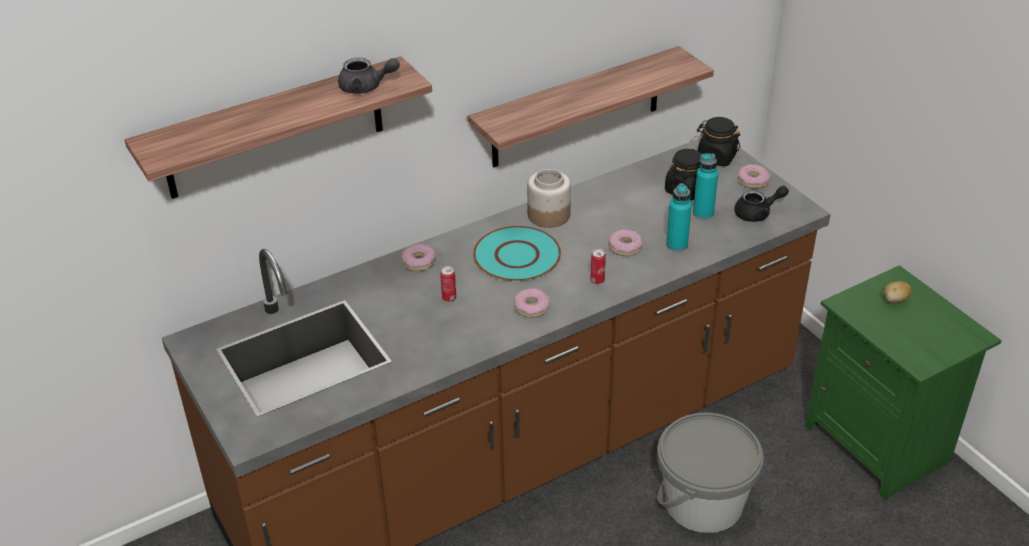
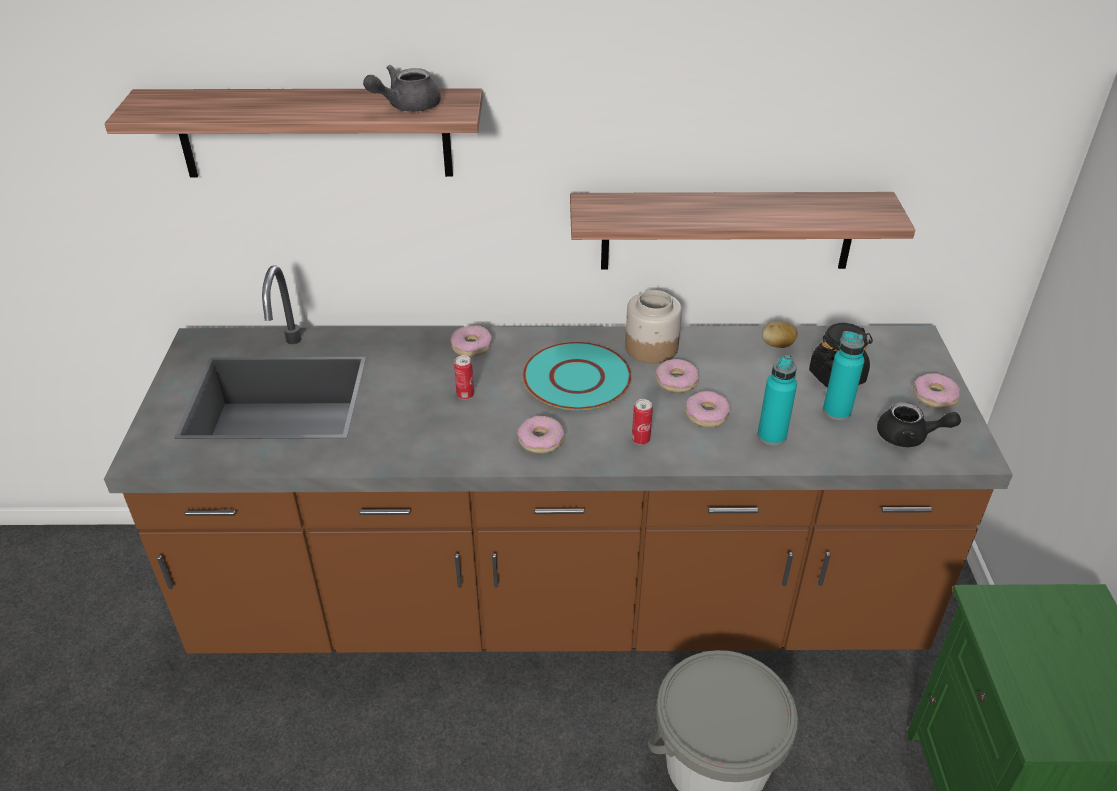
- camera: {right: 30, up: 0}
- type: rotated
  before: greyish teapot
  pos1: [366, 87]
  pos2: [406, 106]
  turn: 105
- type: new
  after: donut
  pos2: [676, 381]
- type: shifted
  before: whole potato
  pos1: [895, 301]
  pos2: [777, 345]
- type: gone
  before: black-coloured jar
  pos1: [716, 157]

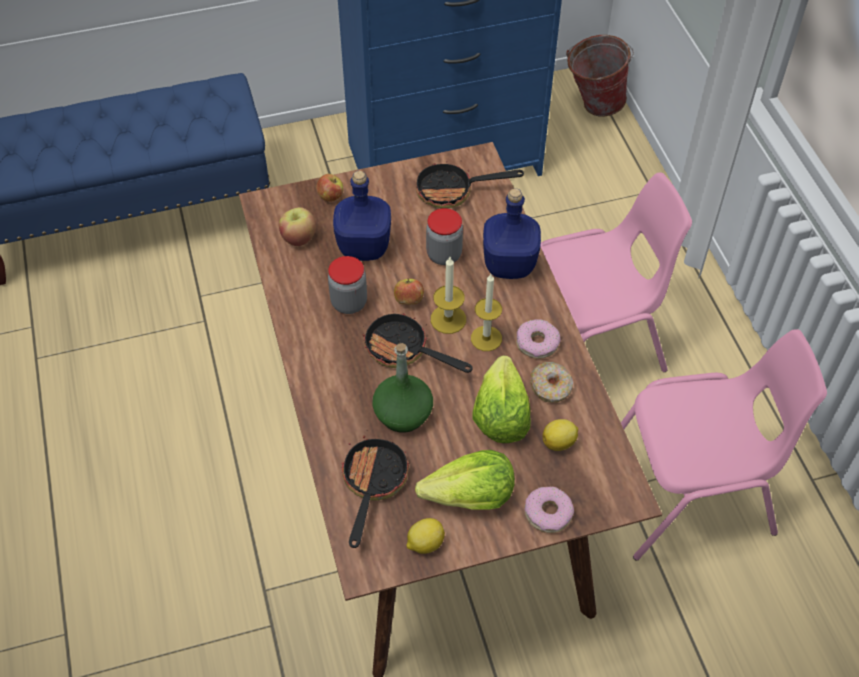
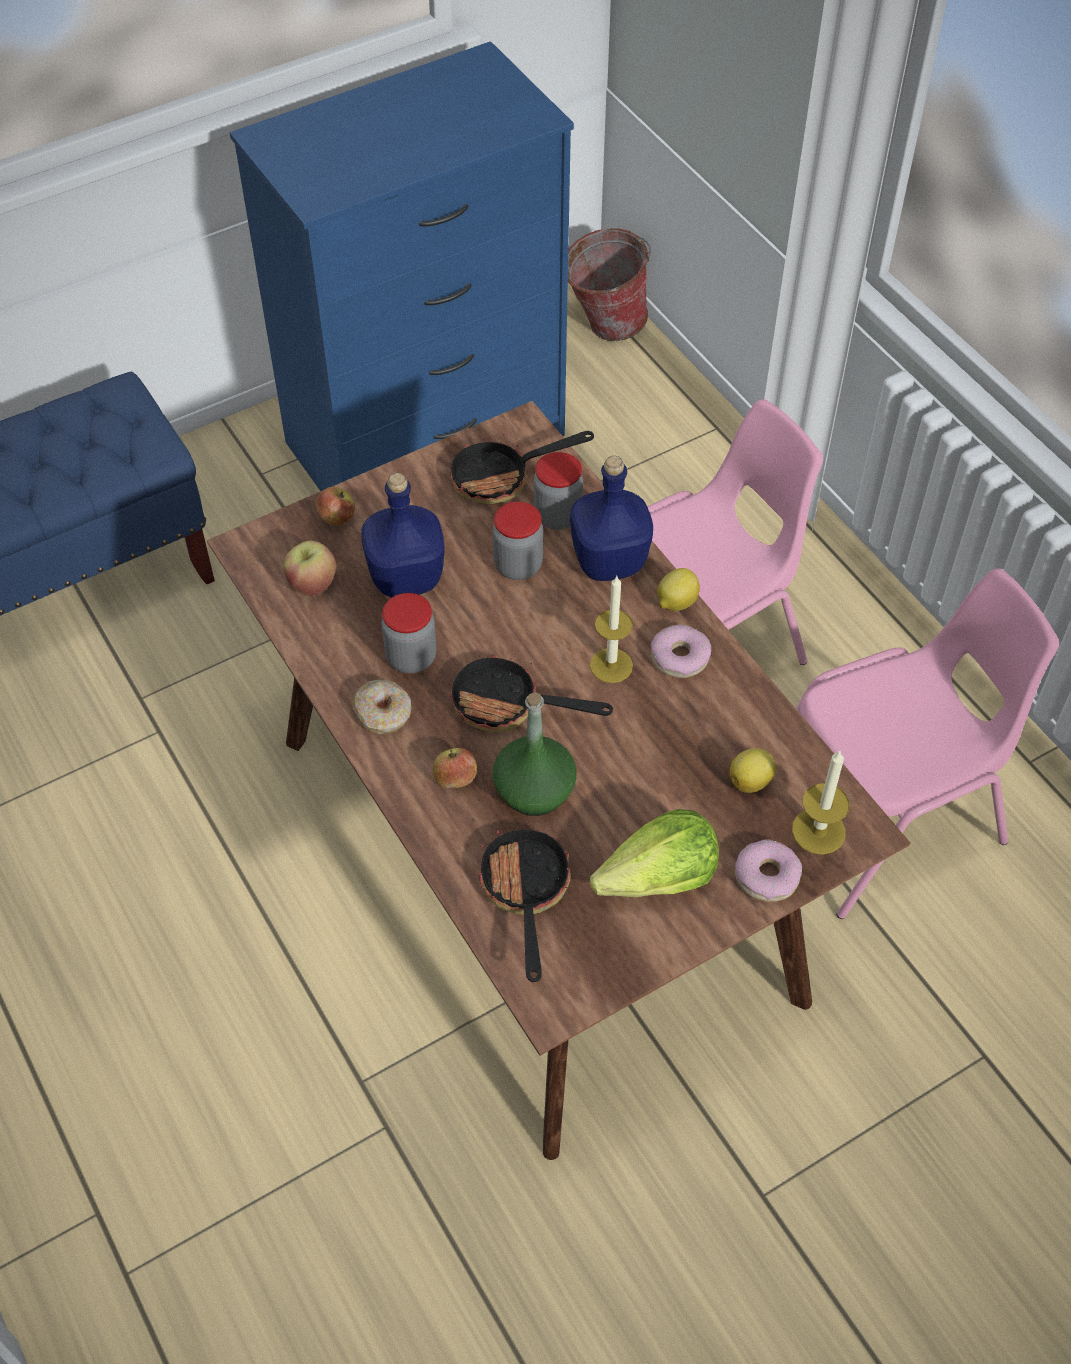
- camera: {right: -15, up: 0}
- type: shifted
  before: donut
  pos1: [551, 387]
  pos2: [383, 713]
- type: shifted
  before: apple
  pos1: [409, 300]
  pos2: [455, 779]
- type: new
  after: jar
  pos2: [557, 516]
- type: shifted
  before: citrus fruit
  pos1: [424, 543]
  pos2: [676, 602]
- type: shifted
  before: wax candle
  pos1: [448, 319]
  pos2: [818, 831]
- type: gone
  before: head of lettuce
  pos1: [500, 415]

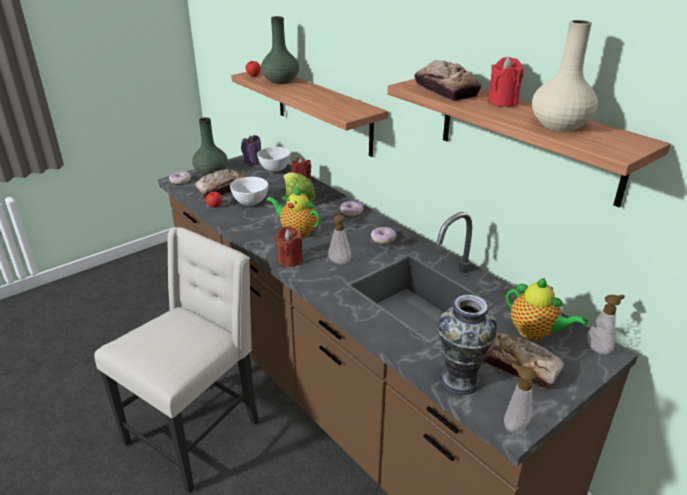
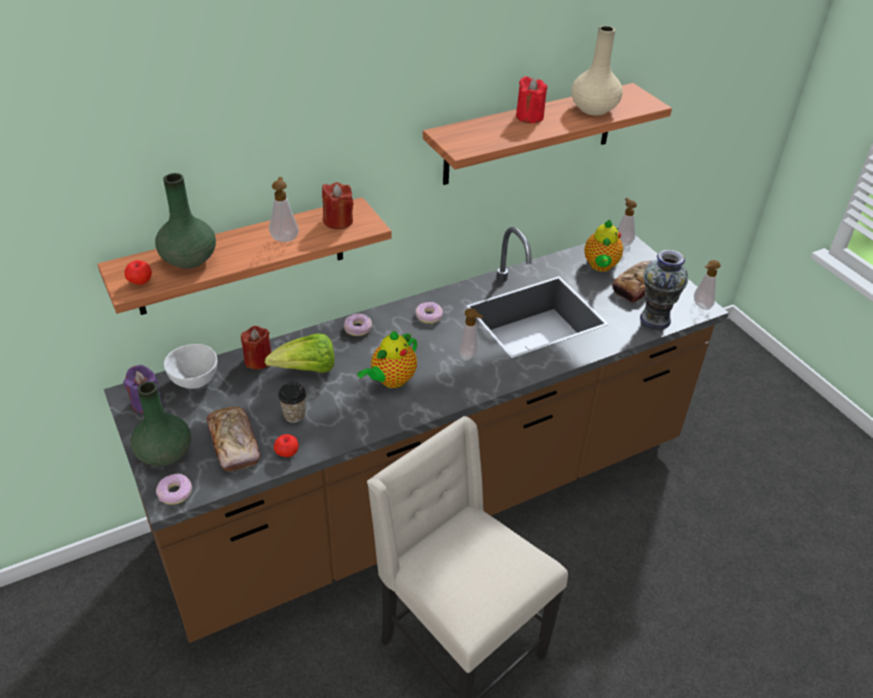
- camera: {right: -80, up: 10}
- type: new
  after: soap bottle
  pos2: [285, 238]
- type: swapped
  before: white-coloured deep dish
  after: cup
  pos1: [251, 203]
  pos2: [294, 415]
- type: shifted
  before: reddish wax candle
  pos1: [290, 260]
  pos2: [338, 221]
- type: rotated
  before: teapot
  pos1: [535, 333]
  pos2: [600, 266]
  turn: 135
- type: gone
  before: baked bread
  pos1: [445, 90]

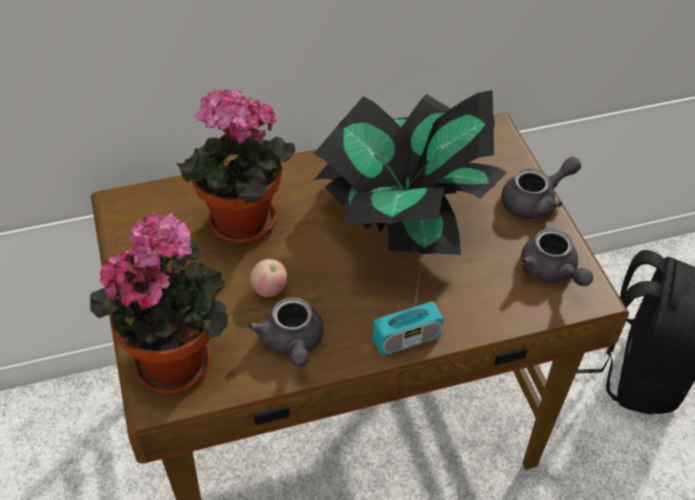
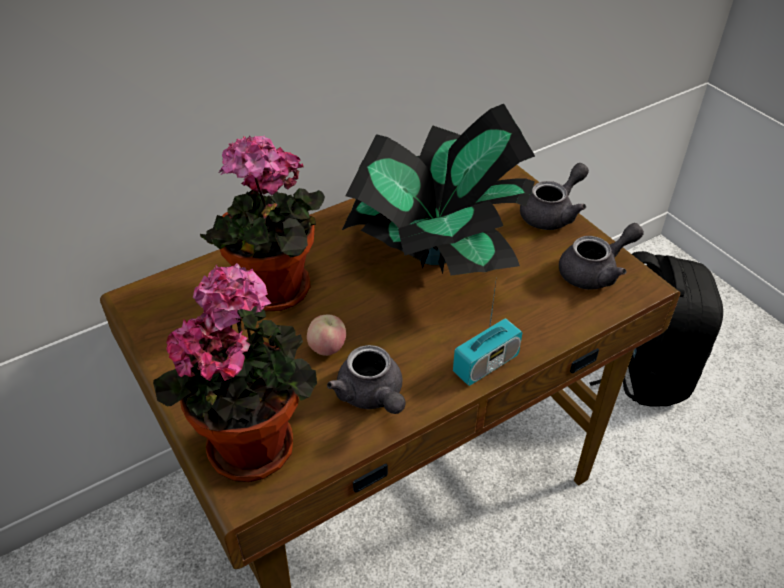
- camera: {right: -15, up: -5}
- type: rotated
  before: greyish teapot
  pos1: [551, 272]
  pos2: [595, 272]
  turn: -75

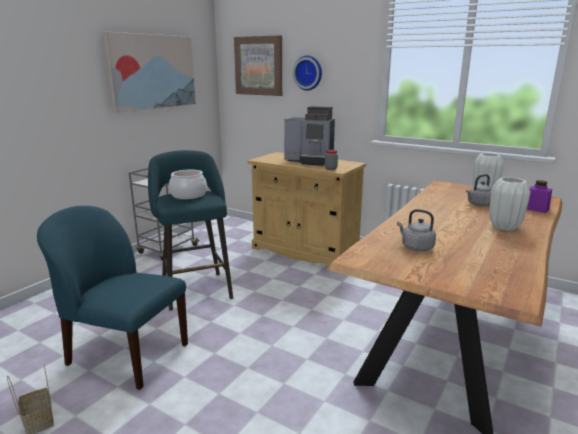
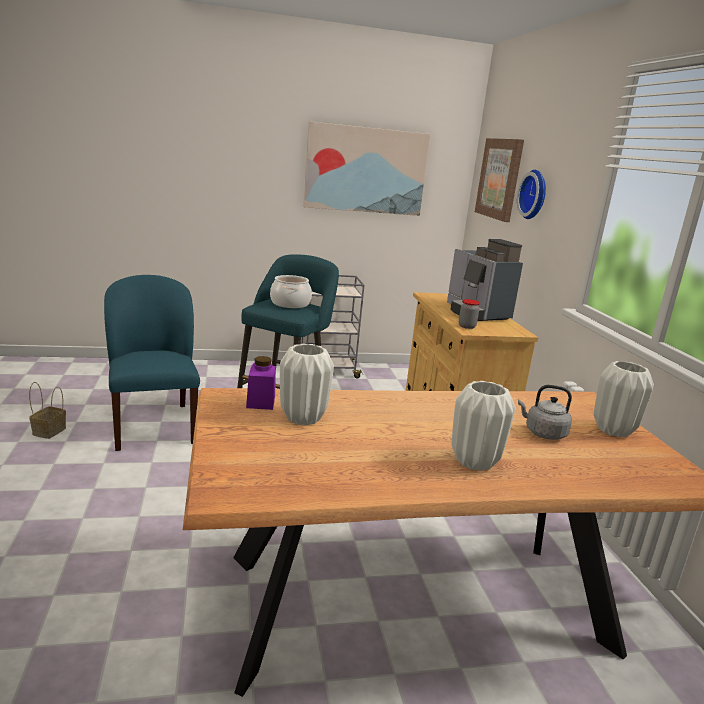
- camera: {right: 45, up: 0}
- type: shifted
  before: purple jar
  pos1: [536, 209]
  pos2: [261, 402]
- type: swapped
  before: greyish kettle
  after: white-coloured vase
  pos1: [415, 247]
  pos2: [302, 418]

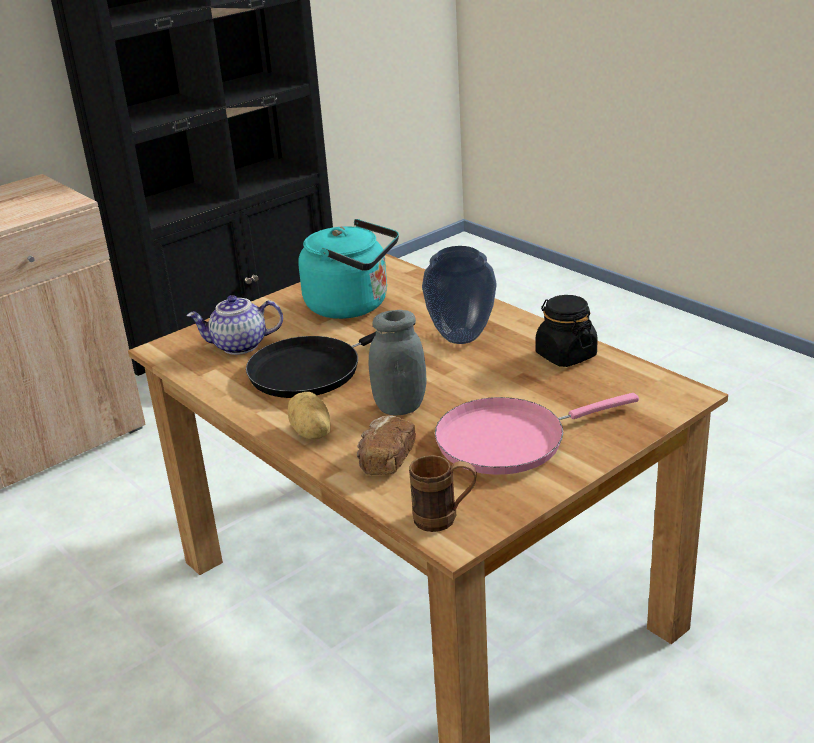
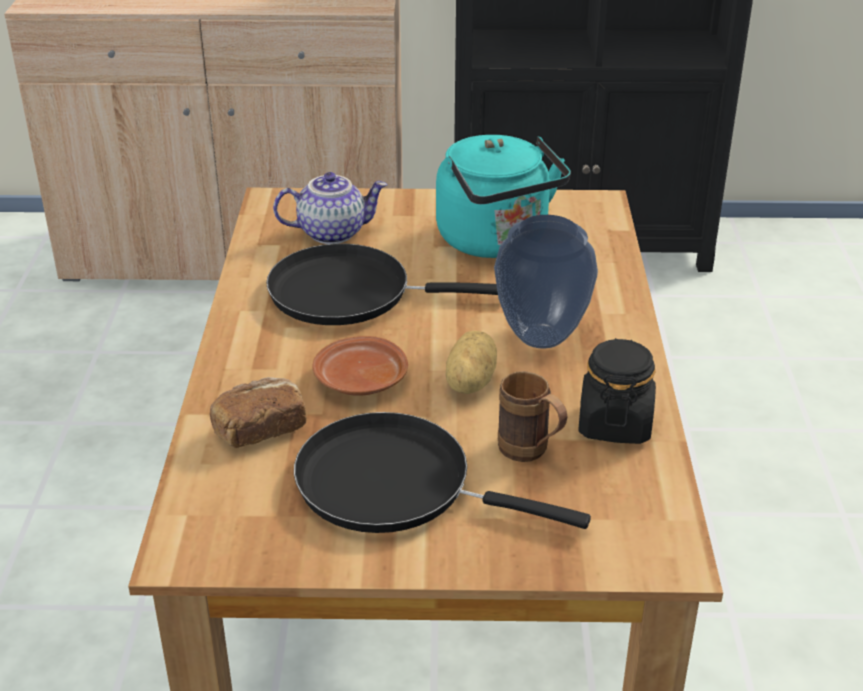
- camera: {right: 40, up: 5}
- type: rotated
  before: teapot
  pos1: [239, 346]
  pos2: [332, 232]
  turn: 135
- type: repainted
  before: pink-coloured frying pan
  after: black-coloured frying pan
  pos1: [509, 440]
  pos2: [395, 484]
- type: swapped
  before: greyish jar
  after: brown-coloured flat dish
  pos1: [400, 407]
  pos2: [360, 381]
- type: shifted
  before: whole potato
  pos1: [310, 433]
  pos2: [468, 382]
- type: shifted
  before: brown-coloured tea mug
  pos1: [445, 520]
  pos2: [531, 453]

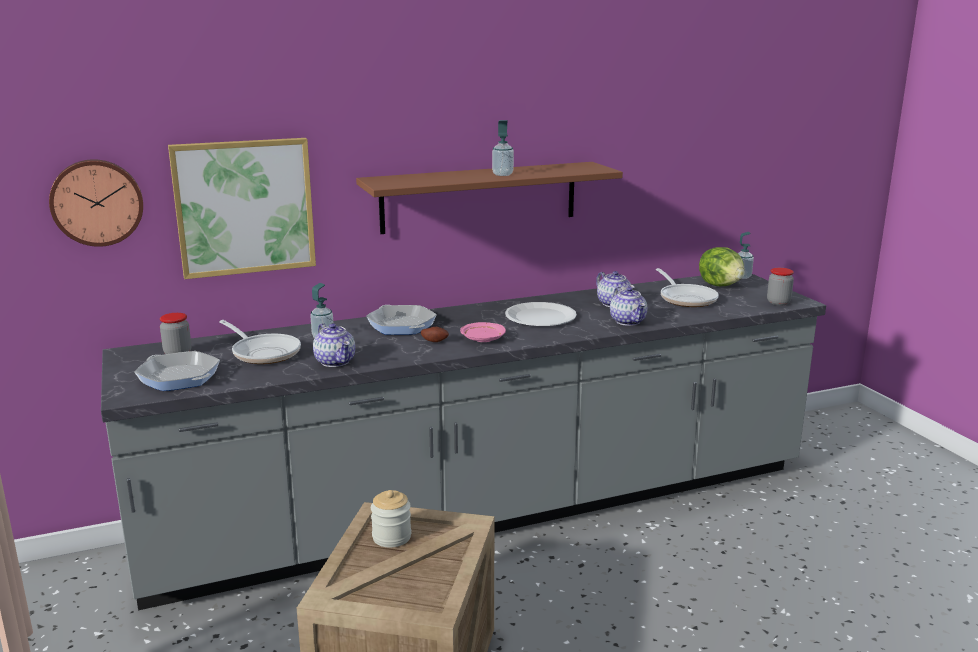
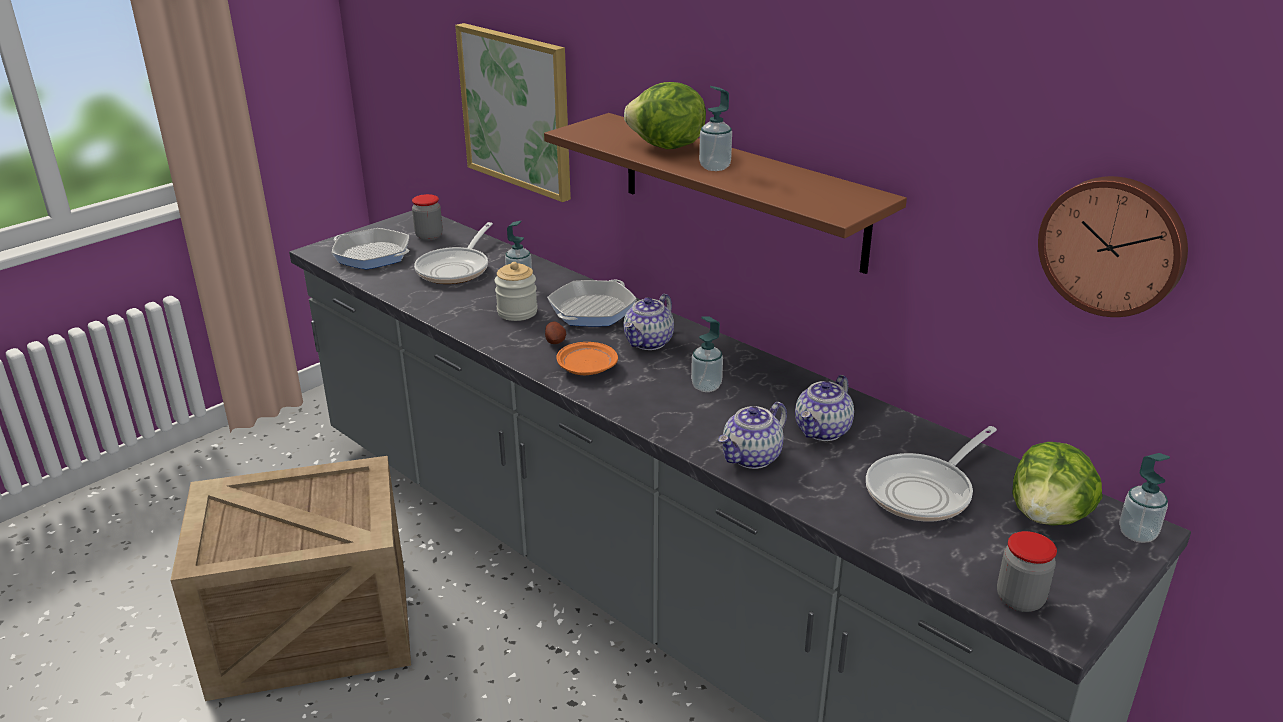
- camera: {right: 65, up: 10}
- type: rotated
  before: frying pan
  pos1: [179, 377]
  pos2: [372, 255]
  turn: -75
- type: shifted
  before: jar
  pos1: [391, 537]
  pos2: [517, 312]
- type: repainted
  before: pink-coloured flat dish
  after: orange flat dish
  pos1: [482, 339]
  pos2: [586, 368]
- type: shifted
  before: teapot
  pos1: [335, 362]
  pos2: [649, 342]
- type: new
  after: head of lettuce
  pos2: [666, 147]
- type: swapped
  before: white-coloured flat dish
  after: soap bottle
  pos1: [540, 316]
  pos2: [706, 386]
- type: shifted
  before: hanging clock
  pos1: [97, 202]
  pos2: [1113, 245]

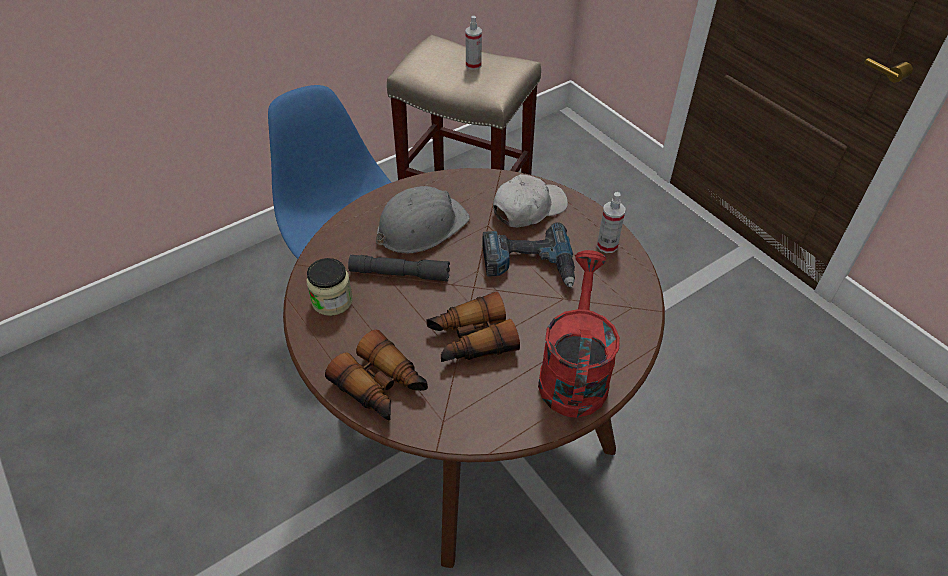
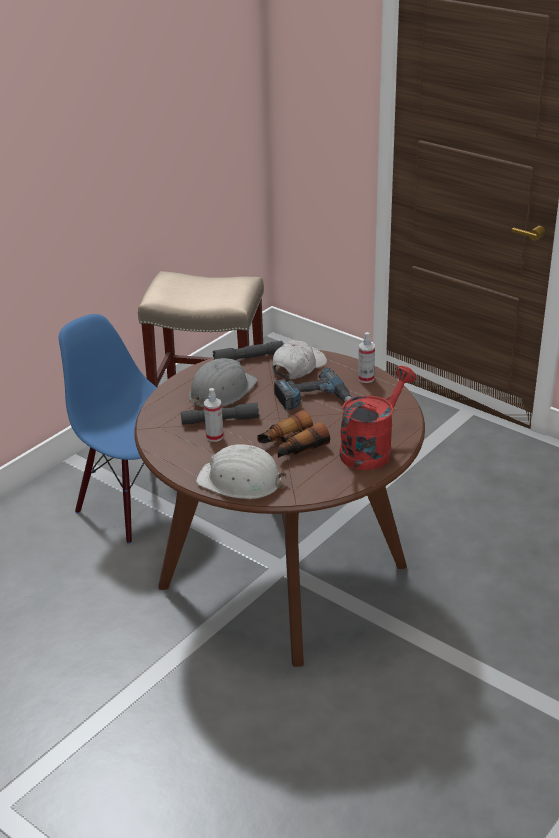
- camera: {right: -15, up: -15}
- type: swapped
  before: binoculars
  after: white-coloured work helmet
  pos1: [381, 386]
  pos2: [240, 481]
- type: shifted
  before: spray bottle
  pos1: [473, 65]
  pos2: [214, 436]
- type: new
  after: greyish hand torch
  pos2: [249, 358]
- type: rotated
  before: reddish watering pot
  pos1: [573, 372]
  pos2: [371, 449]
  turn: 45
- type: gone
  before: jar
  pos1: [332, 300]

